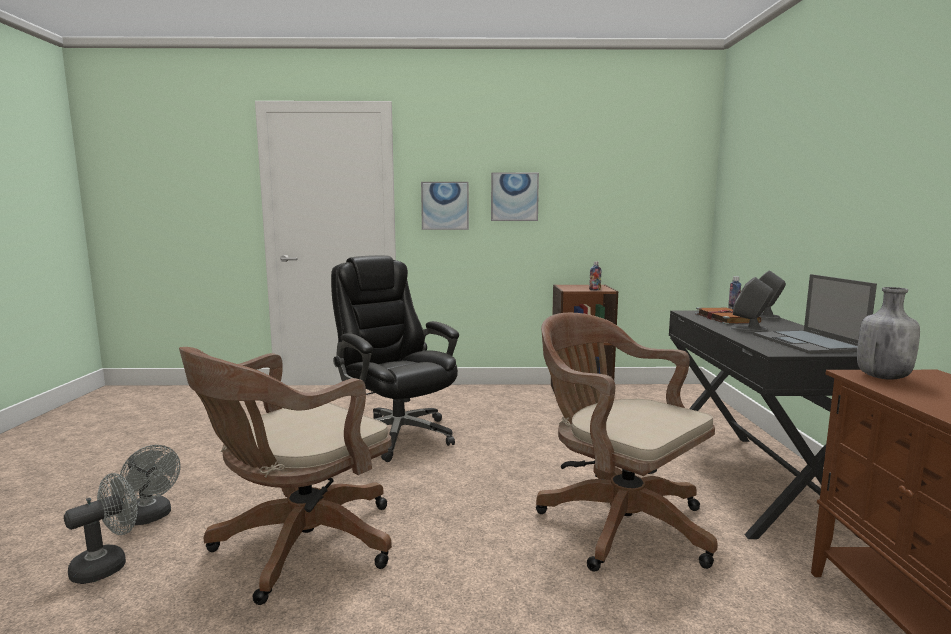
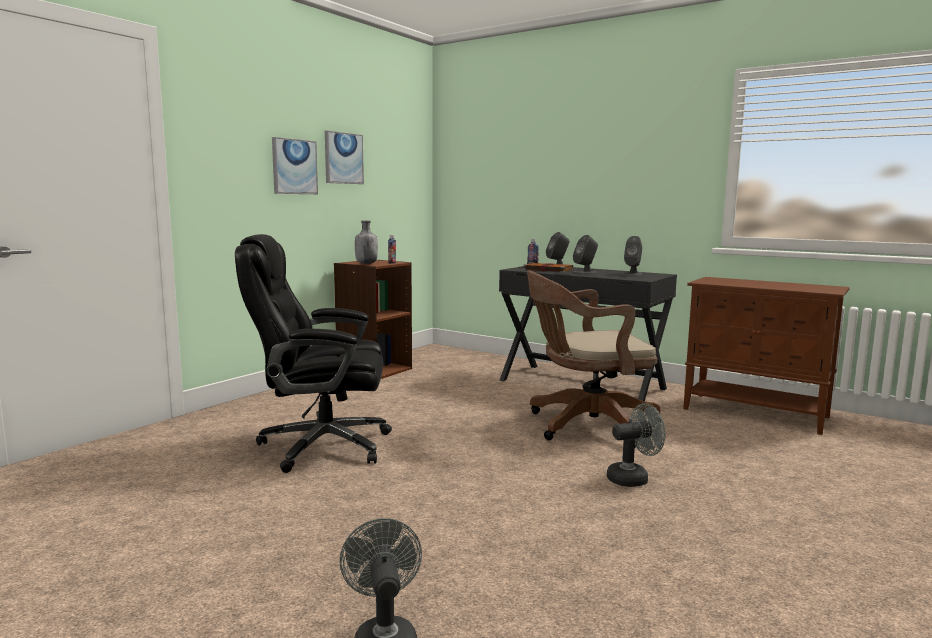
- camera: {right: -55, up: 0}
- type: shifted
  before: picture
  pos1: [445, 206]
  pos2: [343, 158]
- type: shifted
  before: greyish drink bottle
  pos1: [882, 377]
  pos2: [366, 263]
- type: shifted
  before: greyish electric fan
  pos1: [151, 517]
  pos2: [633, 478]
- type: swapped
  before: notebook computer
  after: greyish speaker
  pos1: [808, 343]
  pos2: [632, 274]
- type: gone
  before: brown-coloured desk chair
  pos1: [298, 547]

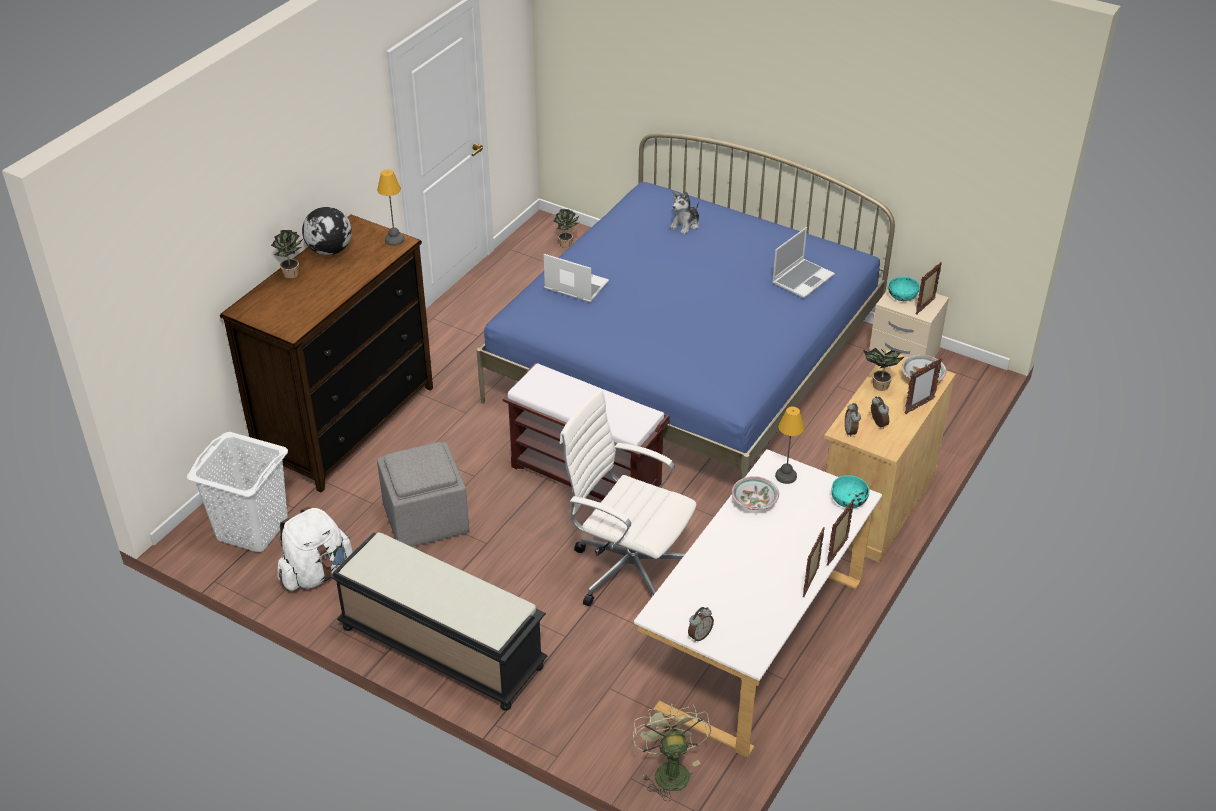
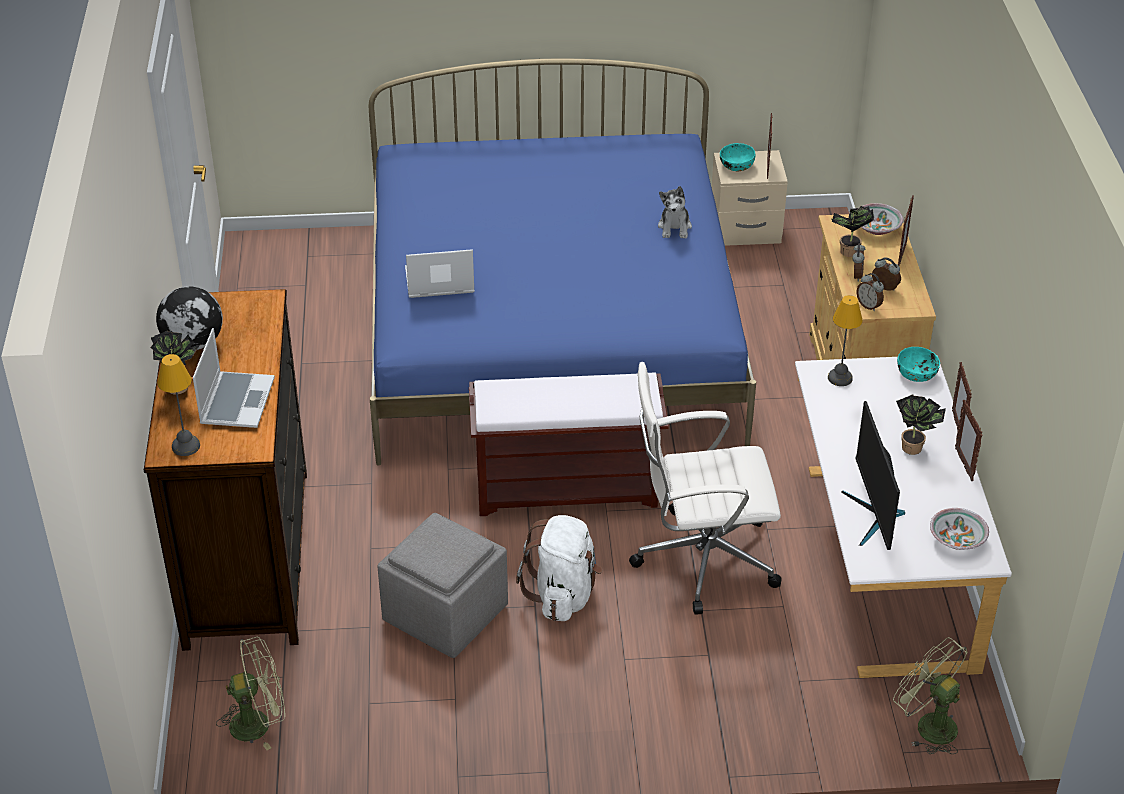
- camera: {right: -35, up: 0}
- type: shifted
  before: lamp for a table
  pos1: [395, 239]
  pos2: [186, 445]
- type: shifted
  before: notebook computer
  pos1: [802, 279]
  pos2: [236, 401]
- type: swapped
  before: white-coloured hamper
  after: greenish electric fan
  pos1: [252, 528]
  pos2: [259, 723]
- type: shifted
  before: white-coloured backpack
  pos1: [316, 573]
  pos2: [563, 594]
- type: shifted
  before: cuddly toy
  pos1: [685, 225]
  pos2: [675, 227]
- type: new
  after: computer display
  pos2: [874, 516]
- type: shifted
  before: table clock
  pos1: [699, 635]
  pos2: [856, 276]
- type: shifted
  before: houseplant
  pos1: [567, 244]
  pos2: [915, 448]
- type: shifted
  before: deep dish
  pos1: [754, 502]
  pos2: [957, 540]
- type: gone
  before: black-coloured long seat
  pos1: [440, 648]

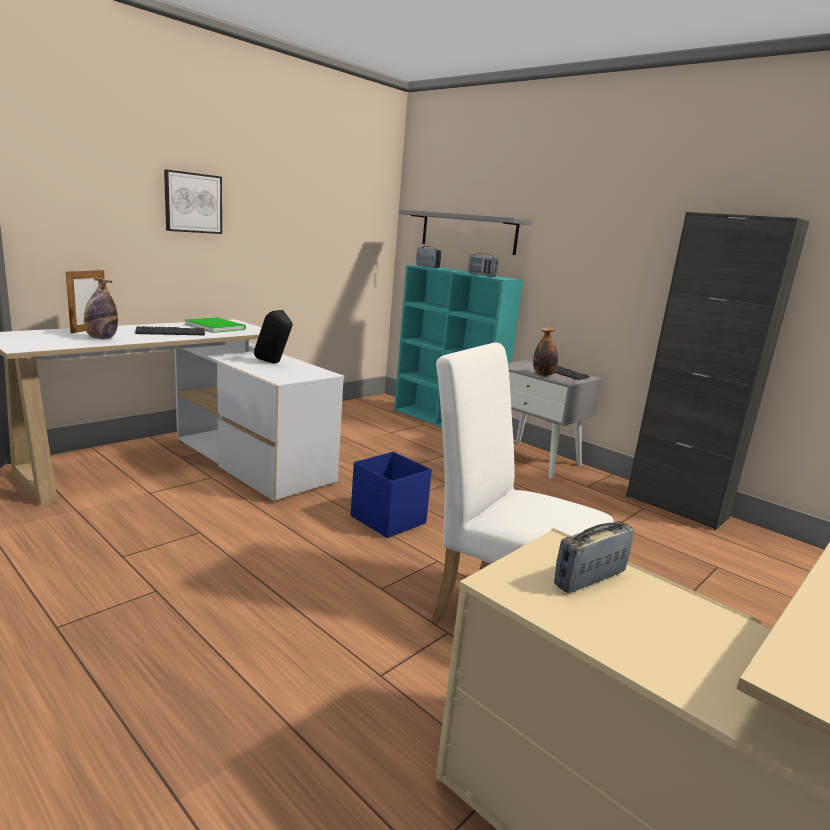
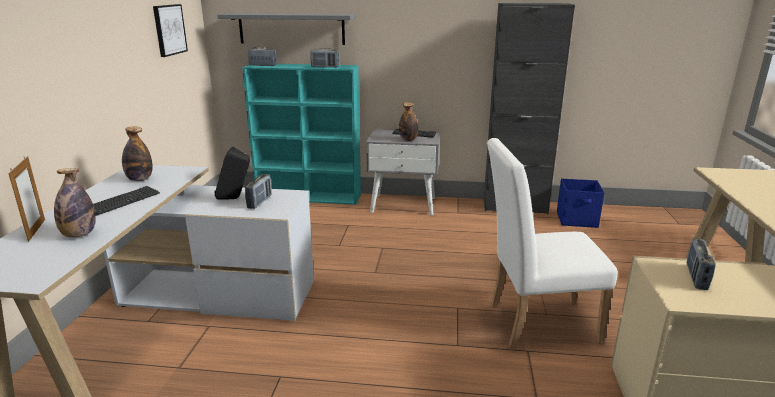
- camera: {right: -35, up: 5}
- type: swapped
  before: greenish book
  after: drink bottle
  pos1: [215, 326]
  pos2: [140, 179]
- type: shifted
  before: picture
  pos1: [193, 203]
  pos2: [169, 29]
- type: new
  after: radio receiver
  pos2: [260, 202]
- type: shifted
  before: bluish storage box
  pos1: [388, 520]
  pos2: [577, 220]

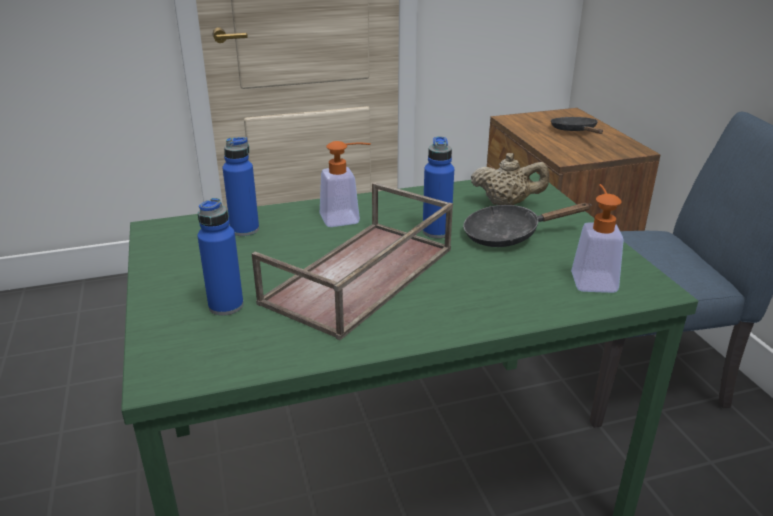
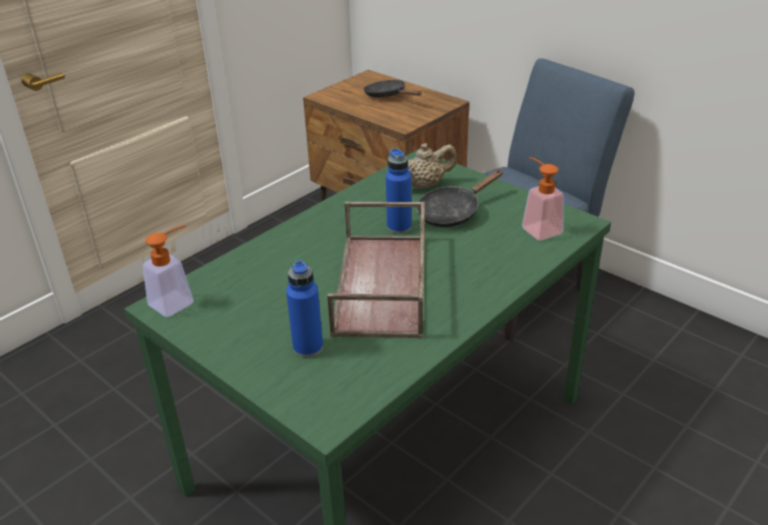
- camera: {right: -30, up: 5}
- type: shifted
  before: soap bottle
  pos1: [347, 218]
  pos2: [177, 301]
- type: gone
  before: bluish drink bottle
  pos1: [244, 230]

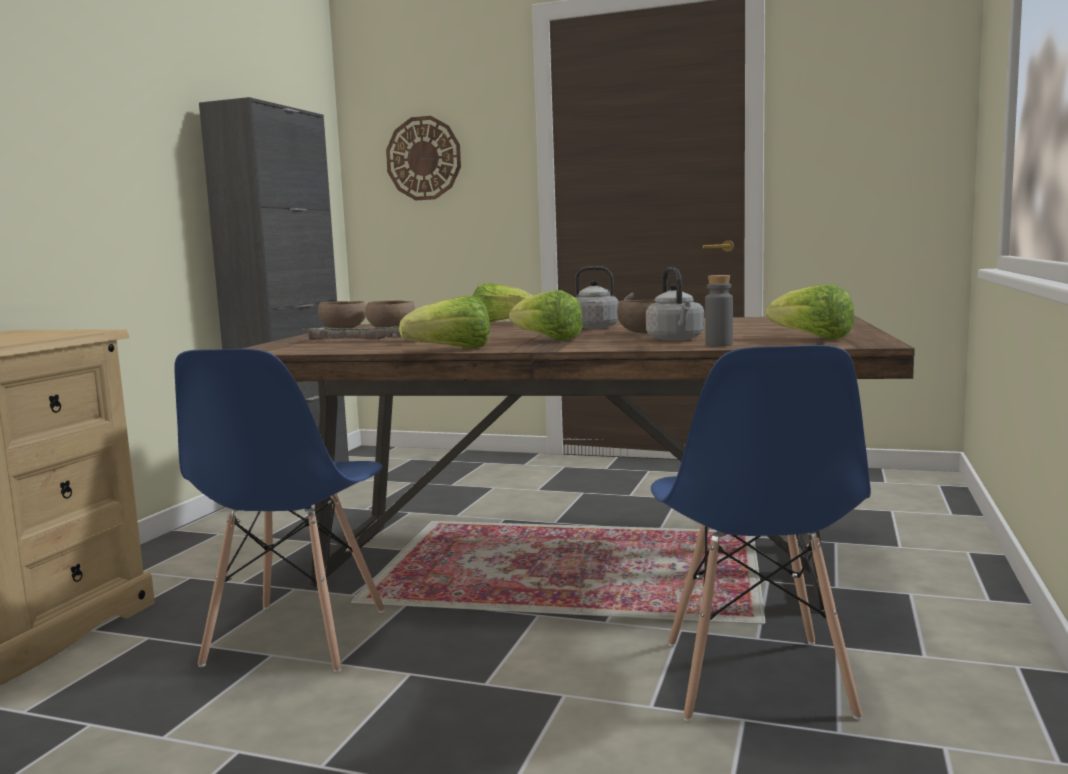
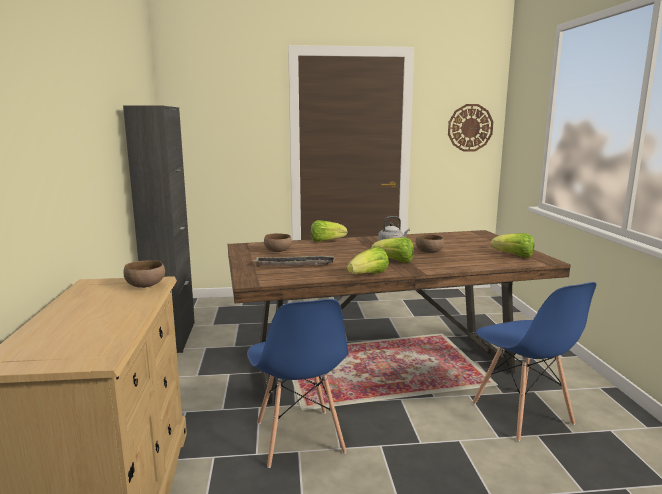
- camera: {right: -25, up: 5}
- type: shifted
  before: brown-coloured deep dish
  pos1: [344, 329]
  pos2: [146, 285]
- type: shifted
  before: hanging clock
  pos1: [424, 158]
  pos2: [470, 128]
- type: gone
  before: greyish kettle
  pos1: [676, 339]
- type: gone
  before: greyish drink bottle
  pos1: [719, 345]

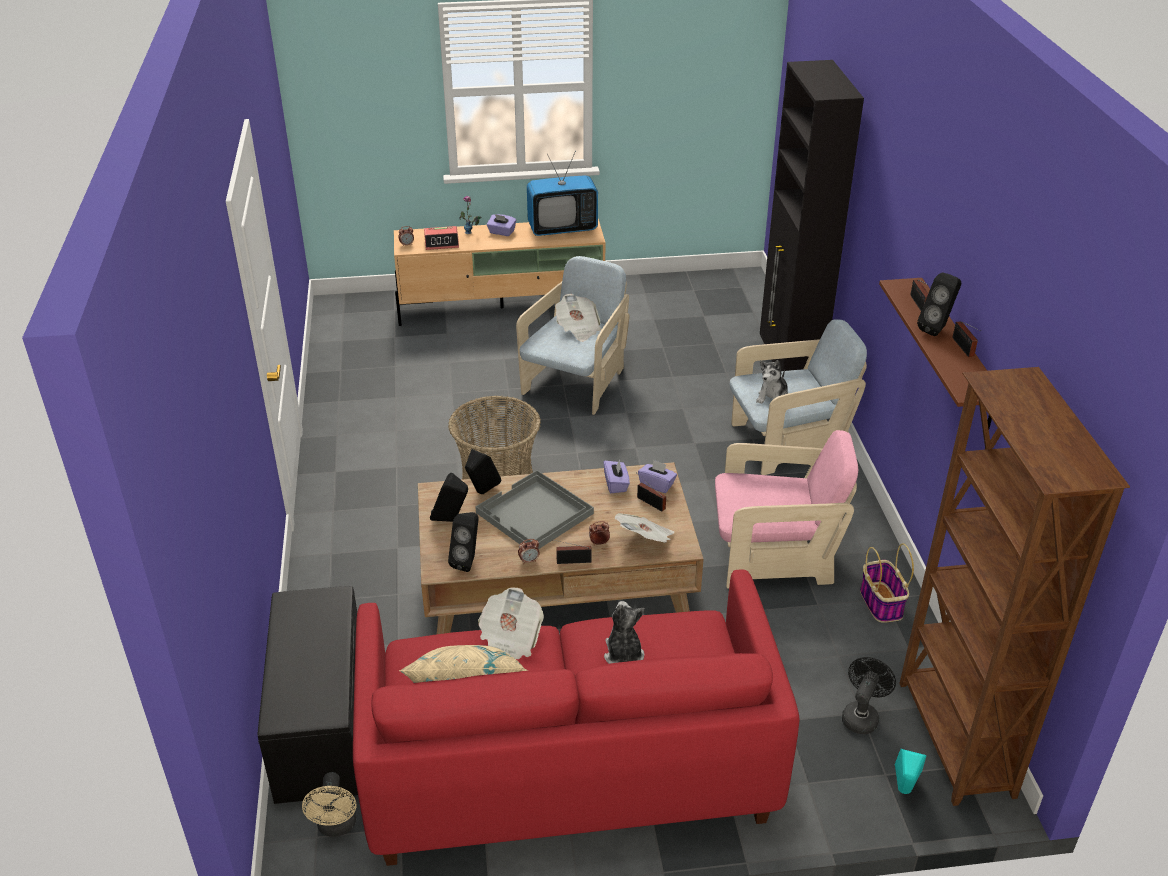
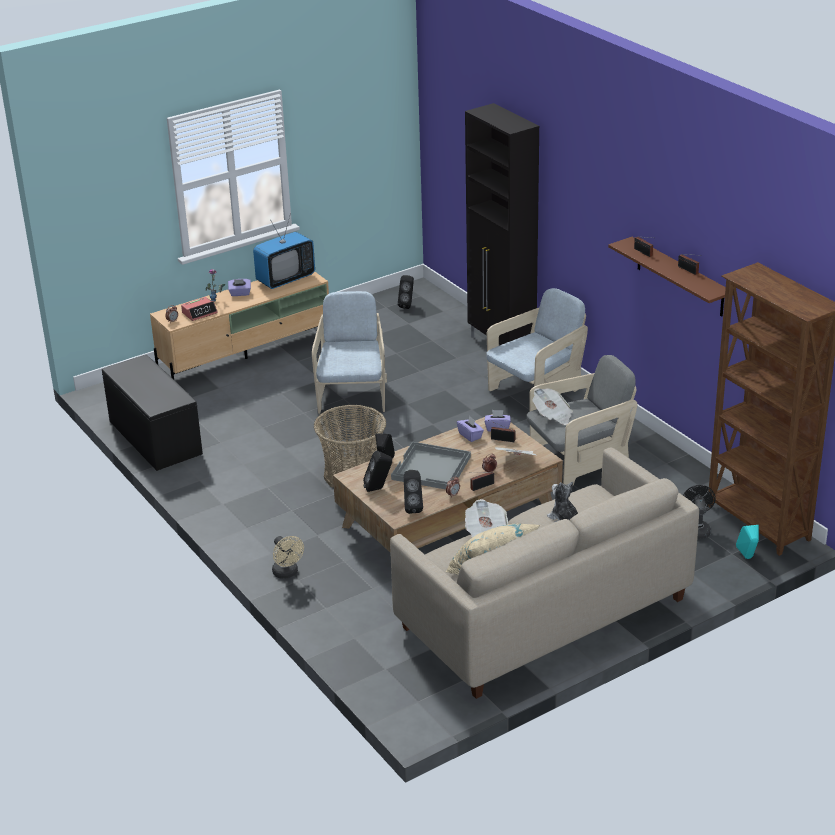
- camera: {right: -25, up: -5}
- type: shifted
  before: black-coloured long seat
  pos1: [320, 723]
  pos2: [153, 437]
- type: shifted
  before: beige-coloured electric fan
  pos1: [336, 827]
  pos2: [287, 573]
- type: repainted
  before: reddish couch
  after: beige-coloured couch
  pos1: [568, 766]
  pos2: [543, 613]
- type: shifted
  before: black-coloured speaker
  pos1: [937, 329]
  pos2: [407, 305]
- type: repainted
  before: pink-coloured armchair
  after: greyish armchair
  pos1: [773, 556]
  pos2: [579, 461]
- type: shifted
  before: newspaper
  pos1: [578, 329]
  pos2: [552, 416]
- type: gone
  before: cuddly toy
  pos1: [772, 397]
- type: gone
  before: storage basket
  pos1: [880, 602]

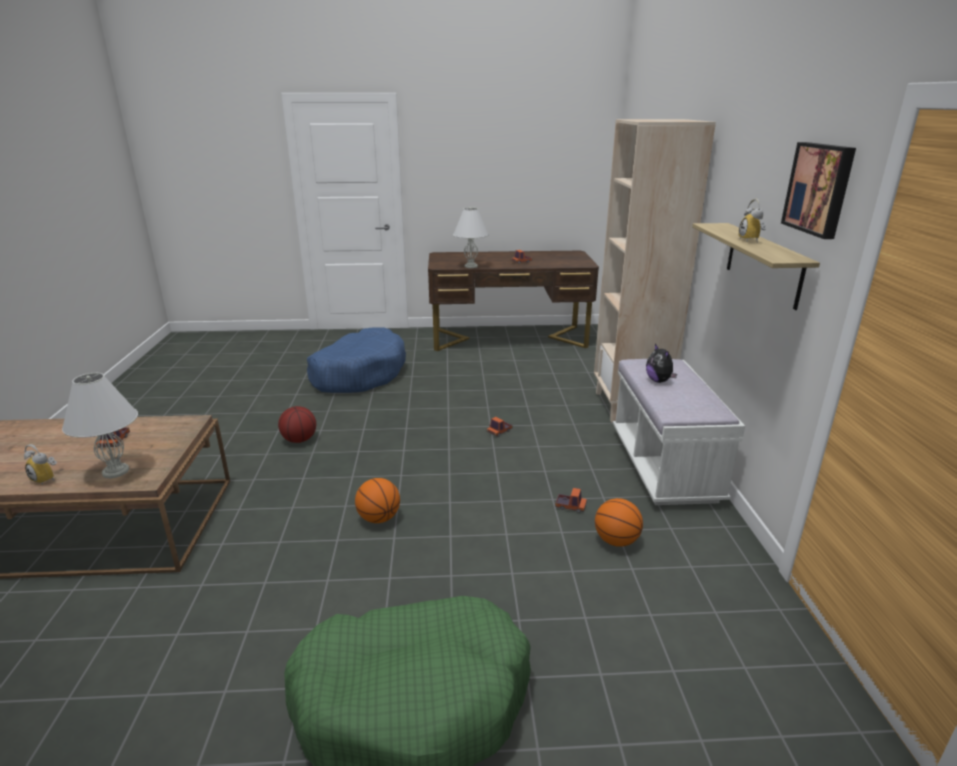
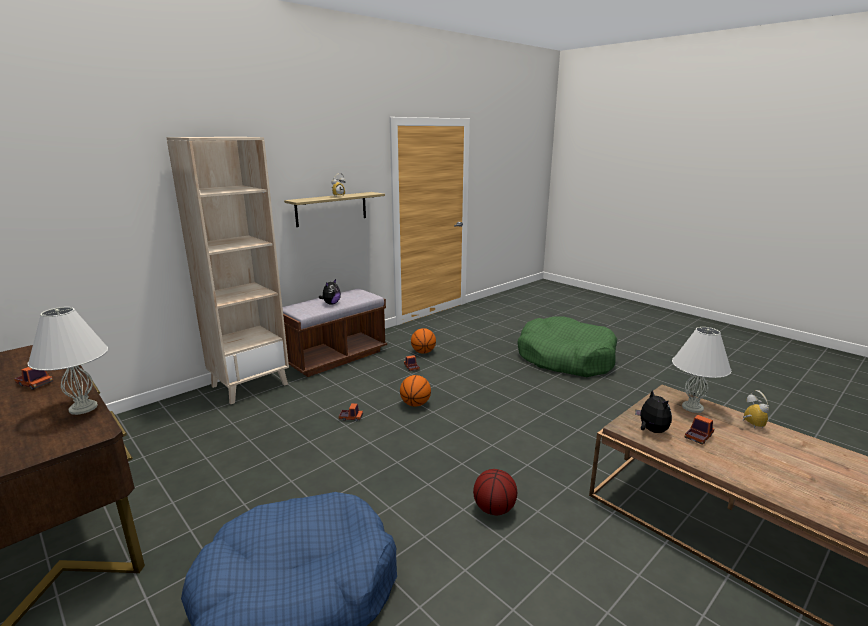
- camera: {right: -130, up: -5}
- type: repainted
  before: white-coloured long seat
  after: brown-coloured long seat
  pos1: [664, 466]
  pos2: [335, 357]
- type: shifted
  before: basketball
  pos1: [379, 518]
  pos2: [415, 404]
- type: new
  after: cuddly toy
  pos2: [651, 430]
- type: gone
  before: picture
  pos1: [820, 189]

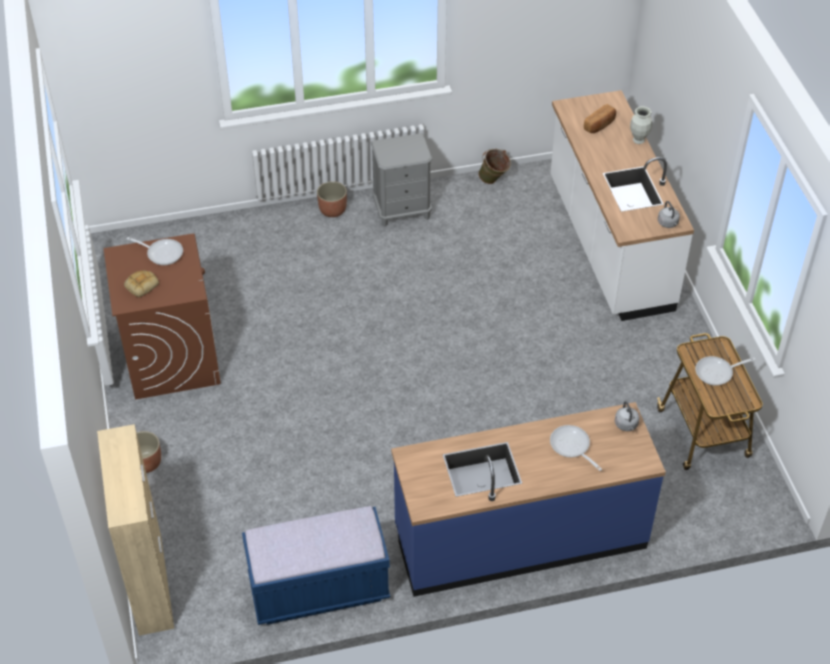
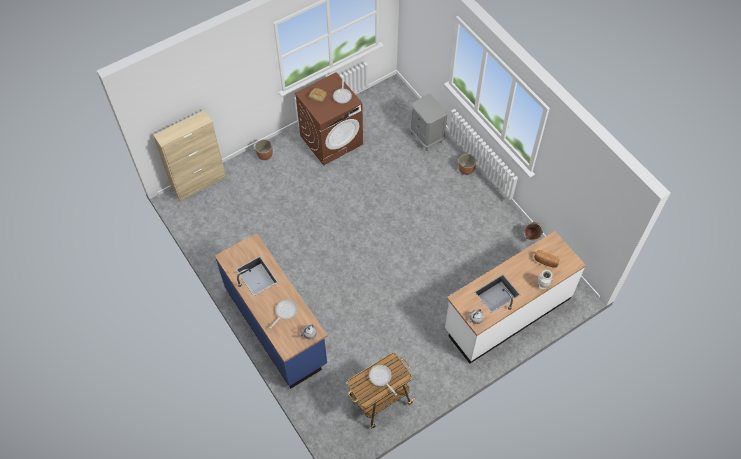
- camera: {right: 70, up: 10}
- type: shifted
  before: greyish nightstand
  pos1: [402, 210]
  pos2: [426, 137]
- type: gone
  before: bluish long seat
  pos1: [319, 589]

